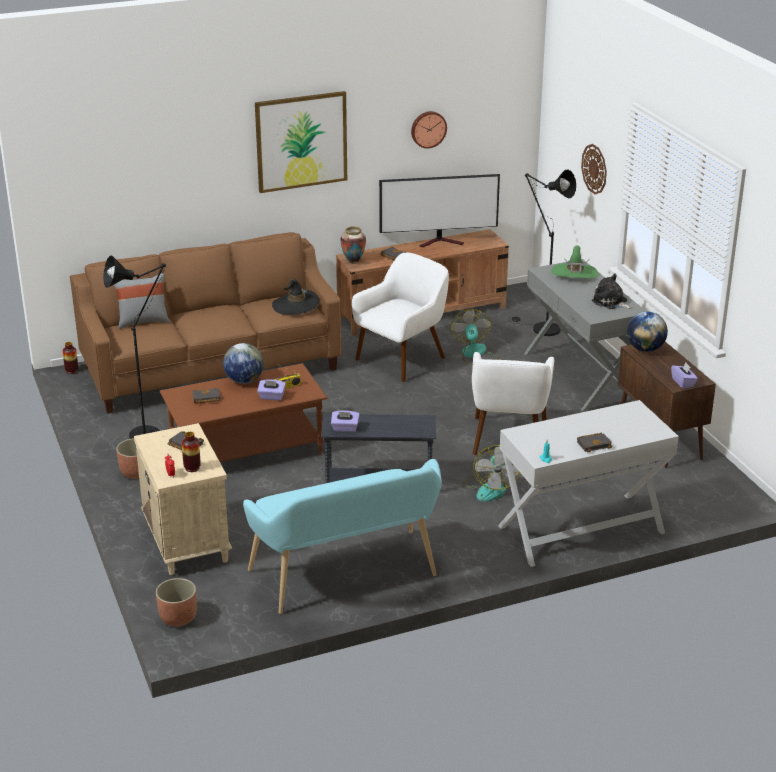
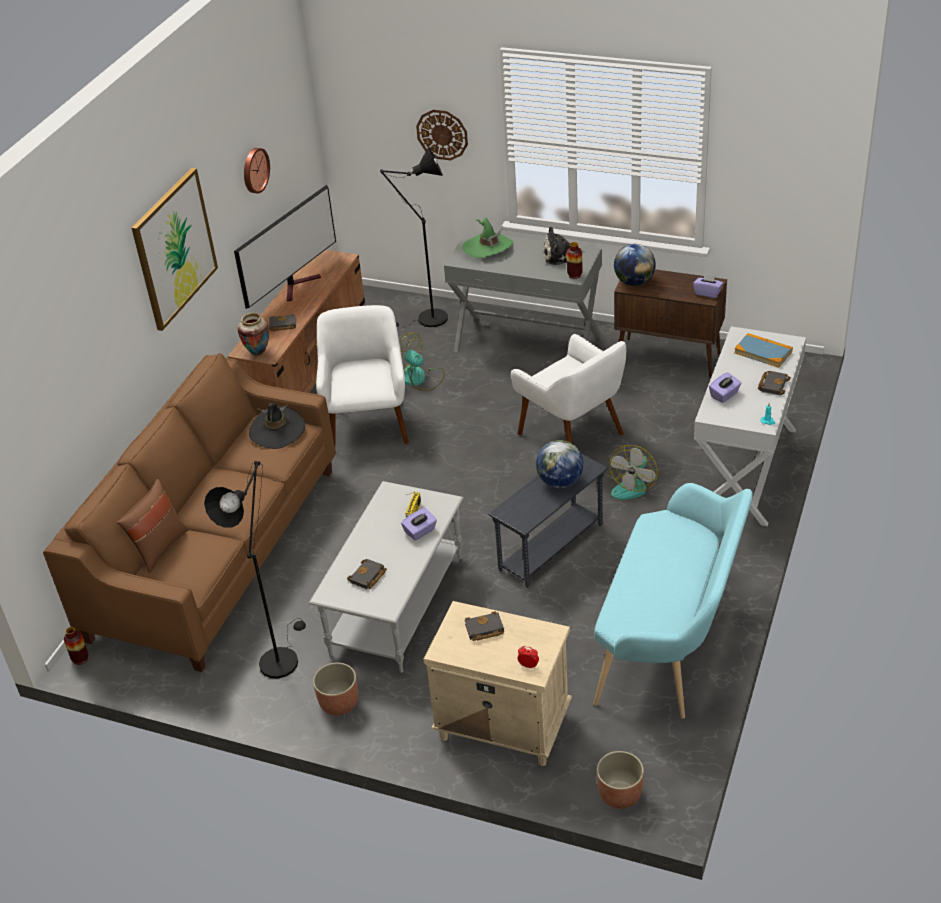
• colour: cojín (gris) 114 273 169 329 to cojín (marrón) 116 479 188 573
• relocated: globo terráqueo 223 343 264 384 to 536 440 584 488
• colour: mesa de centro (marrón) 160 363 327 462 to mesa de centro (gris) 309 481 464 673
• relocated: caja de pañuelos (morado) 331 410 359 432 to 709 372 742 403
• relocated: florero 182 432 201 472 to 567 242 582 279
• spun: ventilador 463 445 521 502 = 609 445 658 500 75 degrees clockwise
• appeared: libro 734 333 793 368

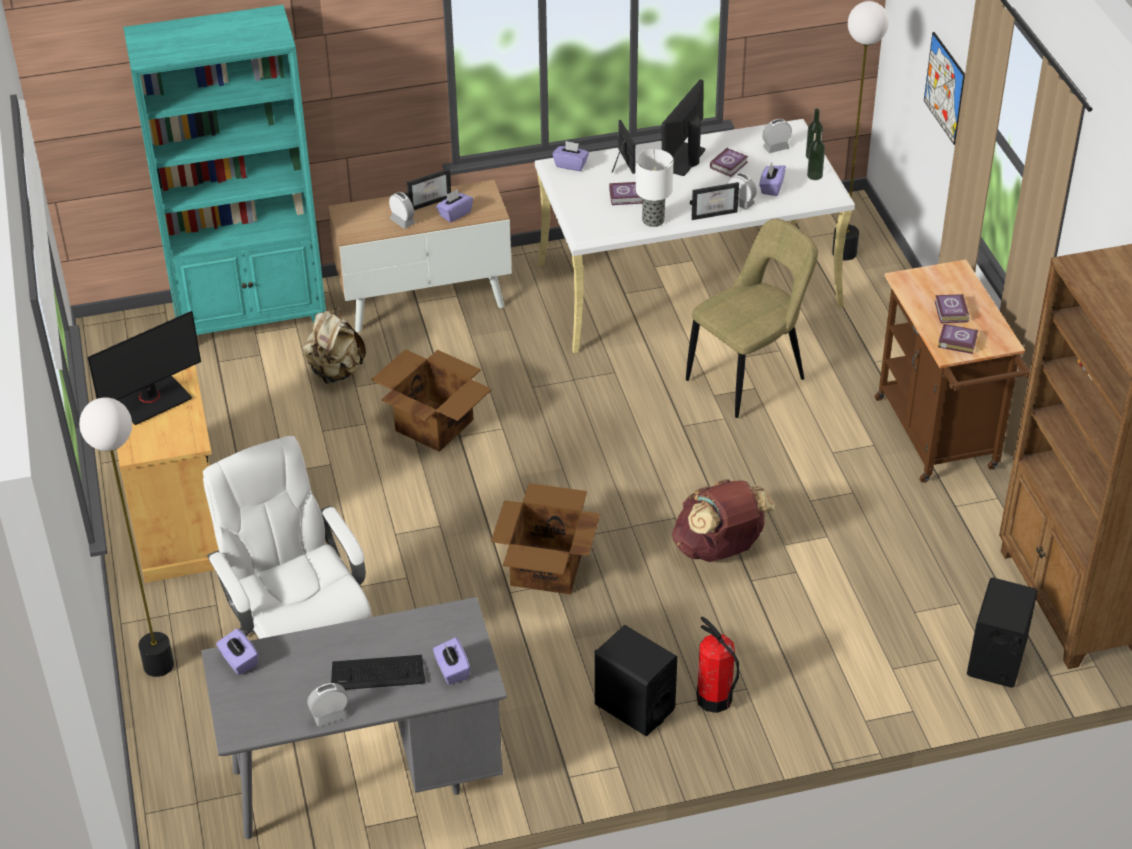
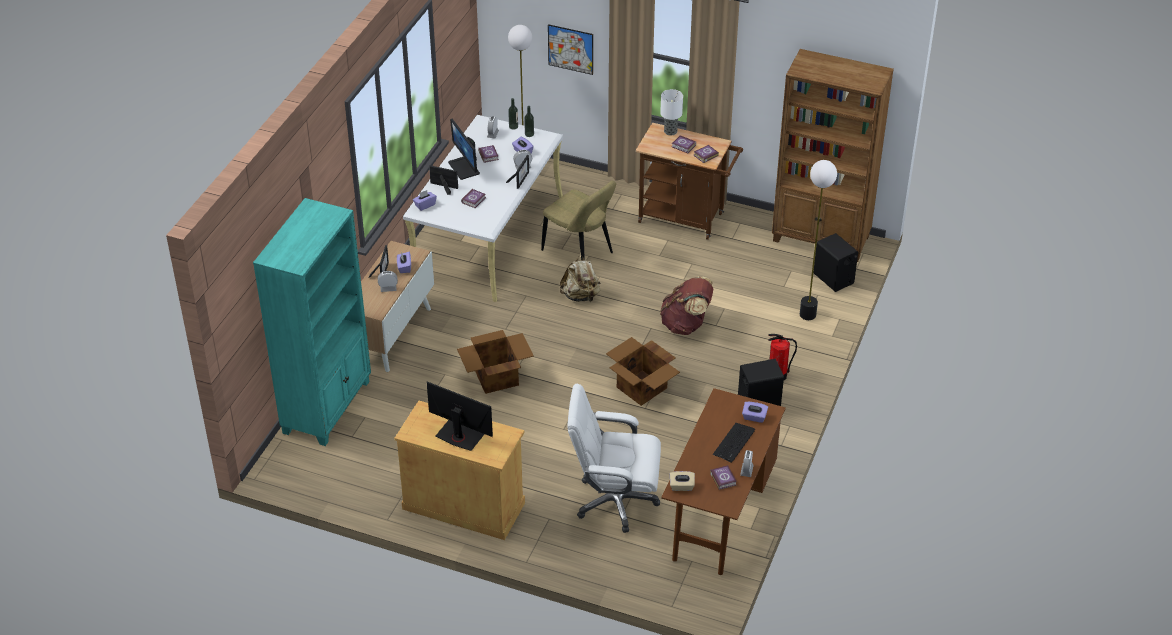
• relocated: lámpara de mesa 636 149 674 227 to 660 89 683 136
• spun: silla (beis) 686 219 818 418 = 541 180 616 260 135 degrees clockwise
• relocated: mochila (beis) 303 308 366 384 to 560 255 601 302
• spun: monitor 87 311 201 425 = 427 382 493 451 60 degrees counterclockwise
• relocated: lámpara de pie 79 397 174 677 to 800 160 837 320
• colour: escritorio (gris) 201 597 507 839 to escritorio (marrón) 661 388 786 575
• colour: caja de pañuelos (morado) 216 628 258 675 to caja de pañuelos (beis) 670 471 695 491
• appeared: libro 710 465 737 490

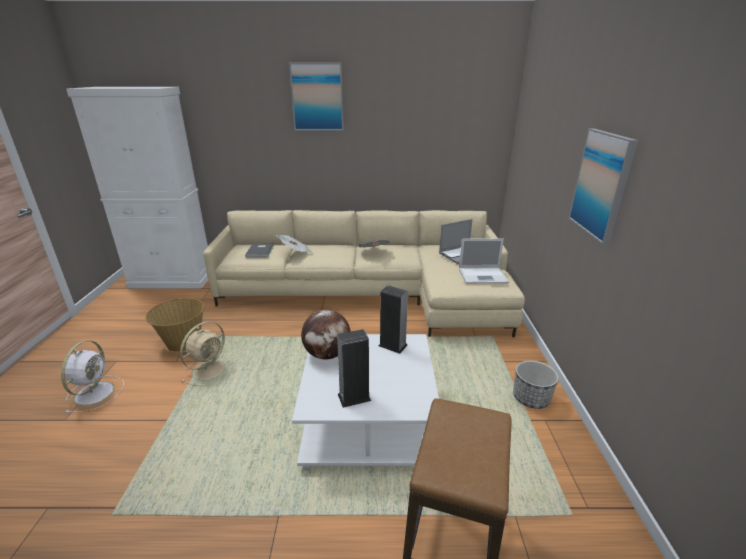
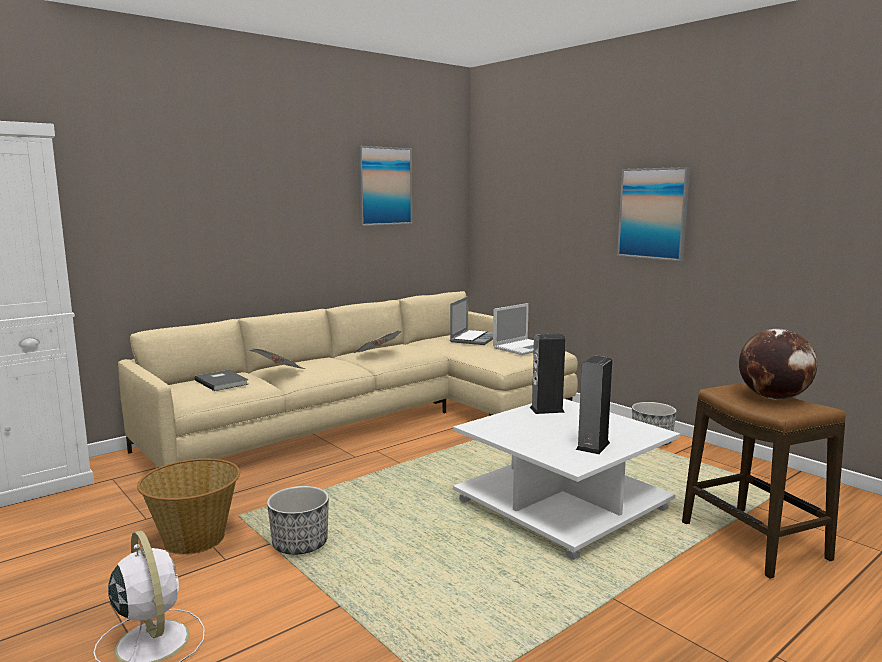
• relocated: cuadro 289 63 344 130 to 358 146 412 226
• relocated: globo terráqueo 301 310 351 360 to 739 329 817 400
• exchanged: ventilador (beis) 180 321 227 387 to maceta 267 486 329 555

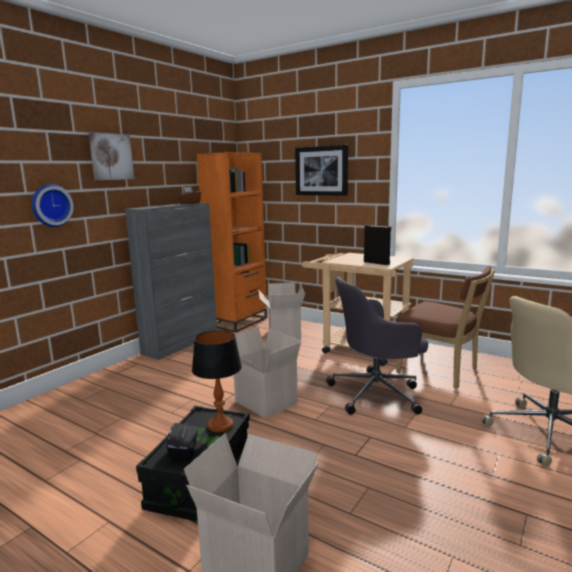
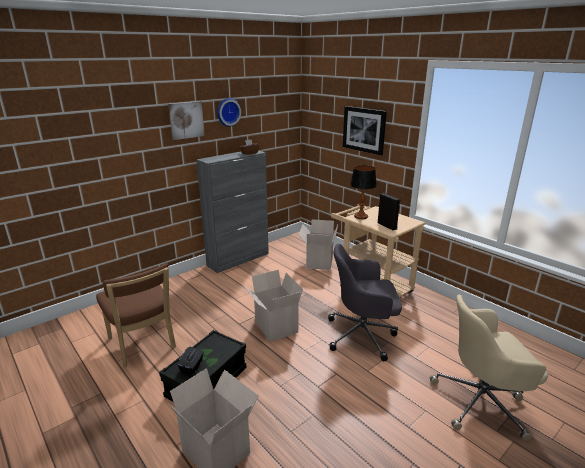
• missing: estantería (naranja) 196 152 267 333
• relocated: reloj de pared 32 184 73 227 to 217 98 241 127
• relocated: silla (marrón) 396 266 495 389 to 96 263 176 368
• relocated: lámpara de mesa 192 330 242 433 to 350 165 377 219

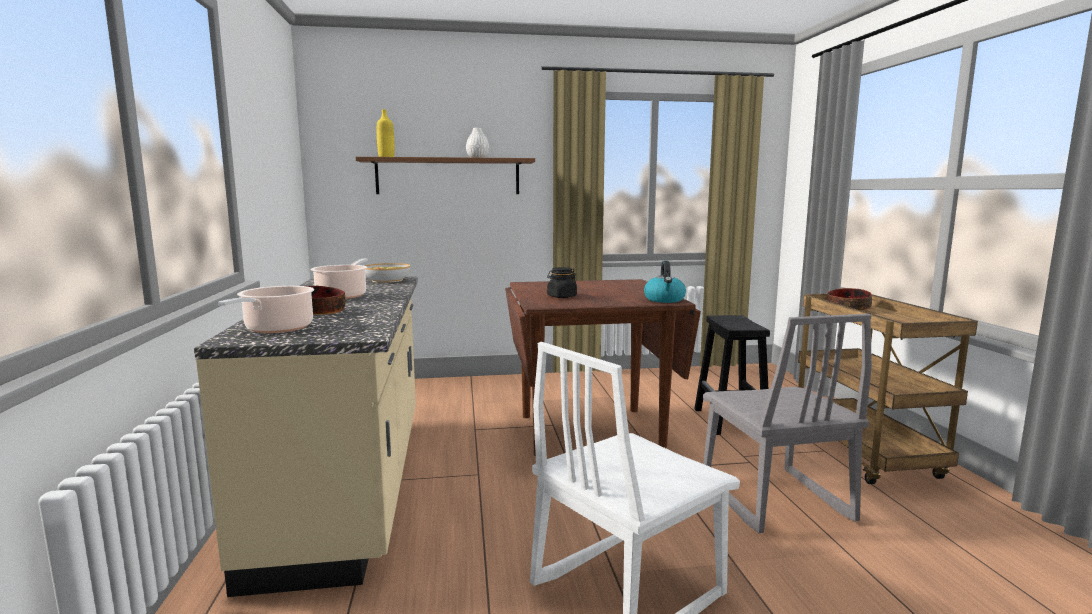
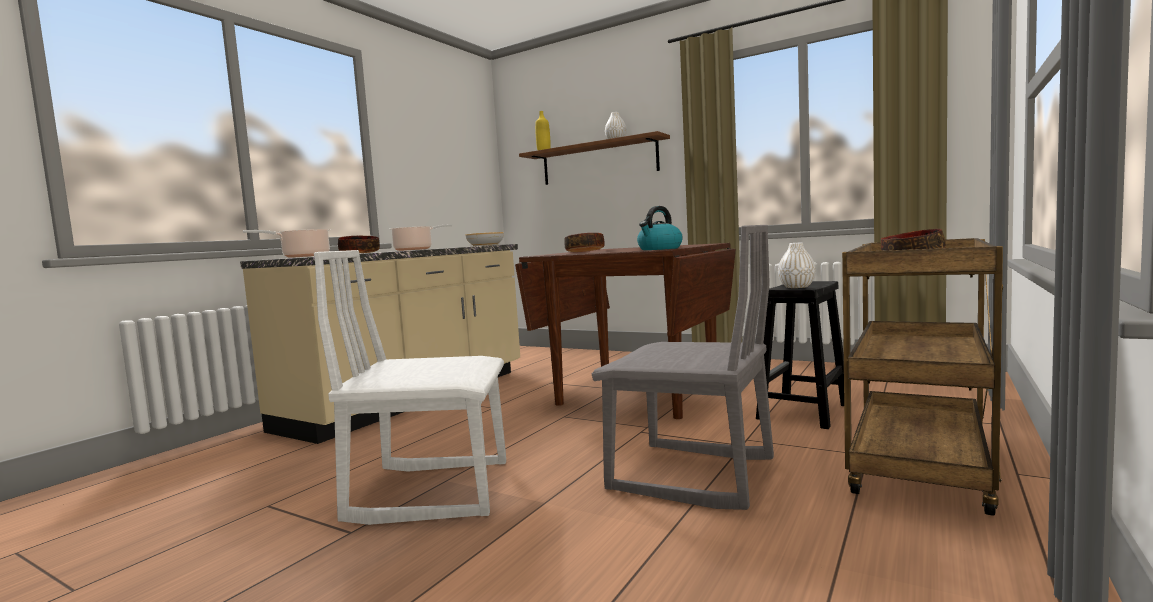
• exchanged: tarro (negro) 547 267 577 298 to cuenco 564 233 605 252
• spun: silla (gris) 703 314 872 533 = 592 225 774 510 90 degrees counterclockwise
• appeared: florero (blanco) 778 243 816 288

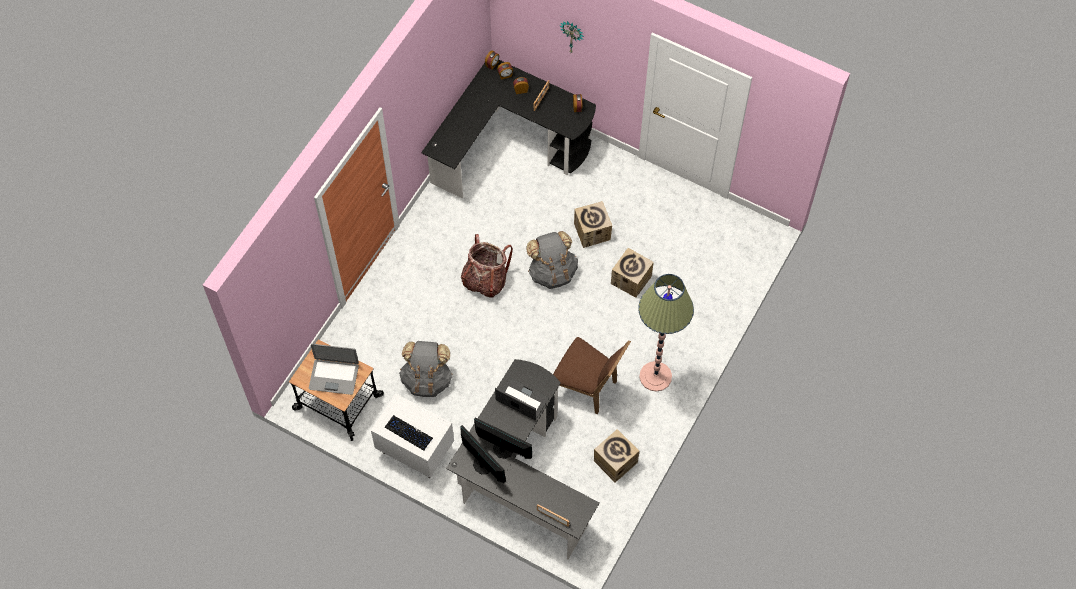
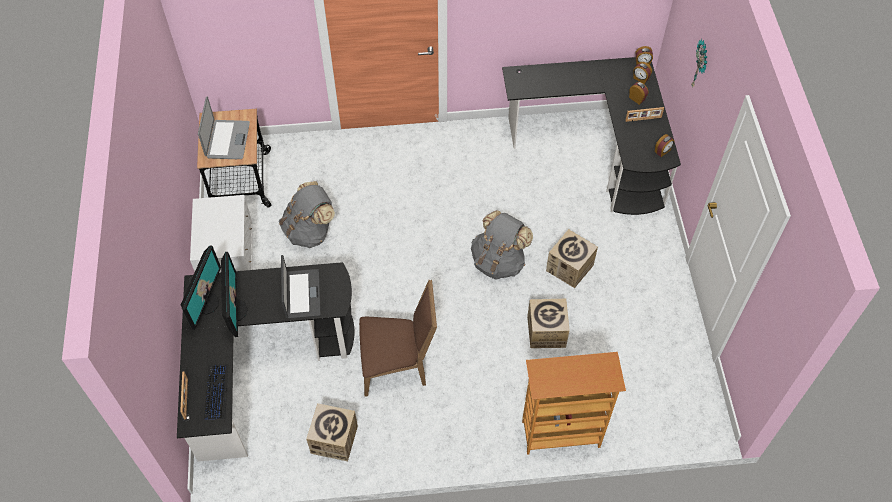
• missing: mochila 461 234 513 298
• missing: lámpara de pie 638 274 694 392
• spun: silla (marrón) 553 337 631 414 = 359 279 437 397 90 degrees counterclockwise
• spun: portátil 309 344 359 395 = 198 96 250 159 150 degrees counterclockwise
• relocated: teclado 385 415 433 451 to 204 364 228 420
• appeared: estantería 522 352 626 455

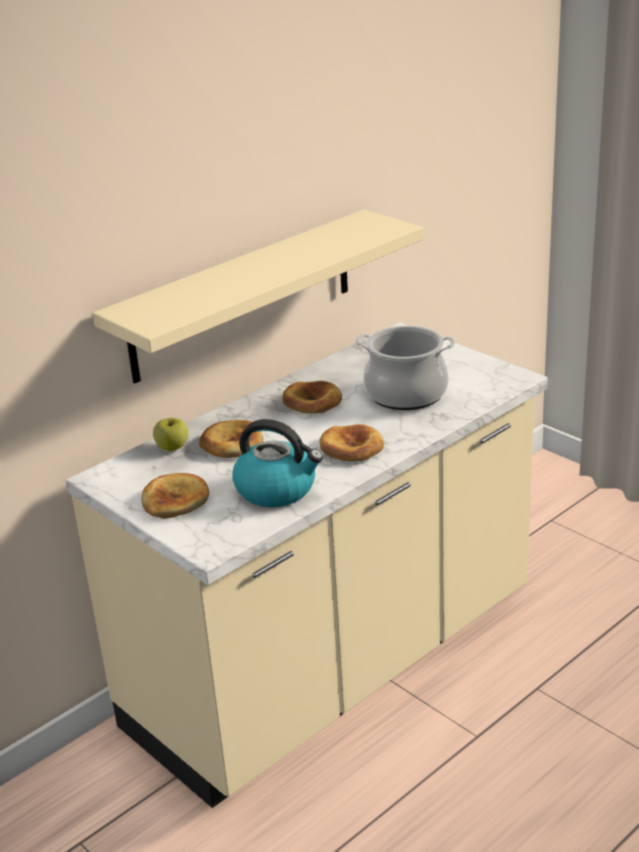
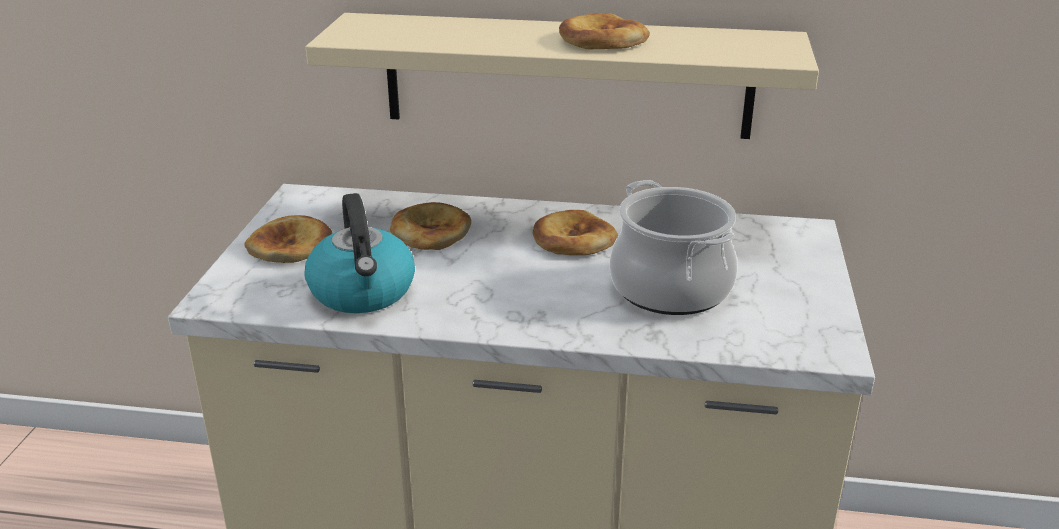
• missing: manzana 153 418 188 451
• relocated: pan 319 424 384 461 to 559 13 650 49

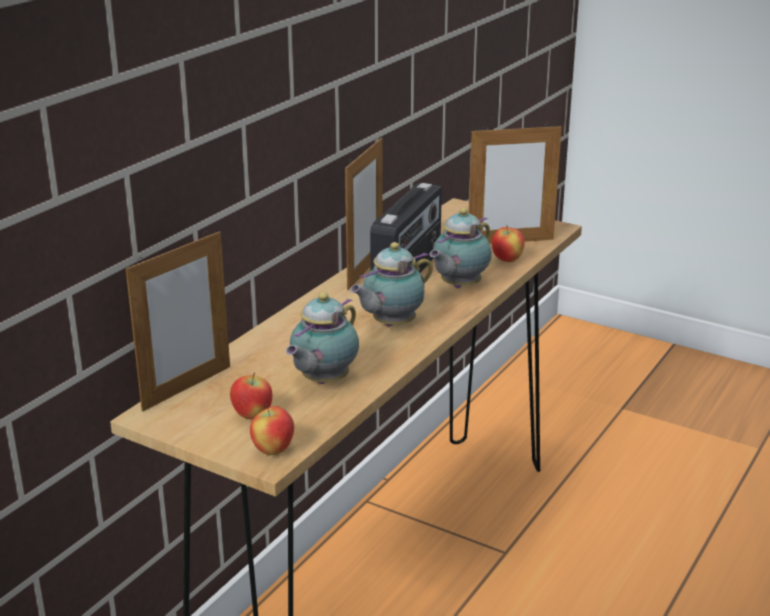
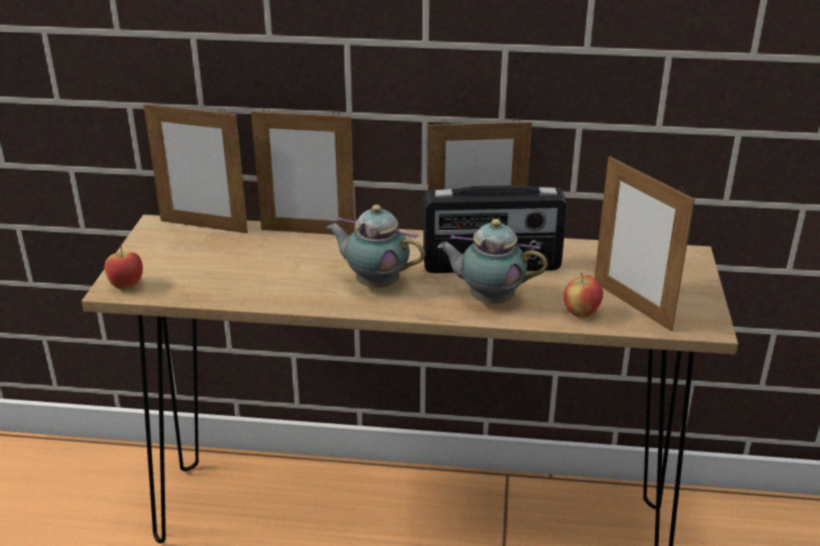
• missing: tetera 286 293 359 384
• missing: manzana 230 372 272 419
• appeared: portarretratos 251 107 355 236

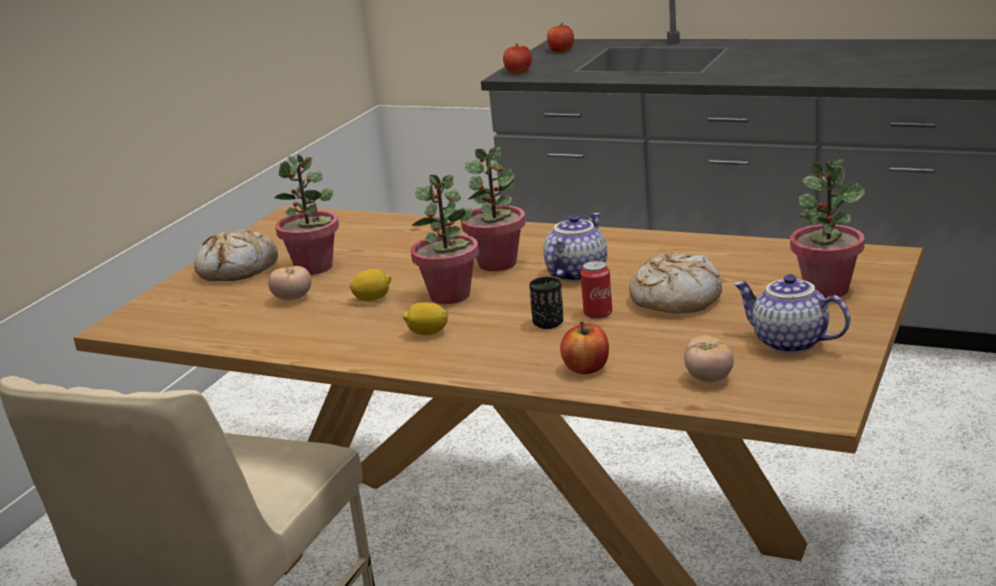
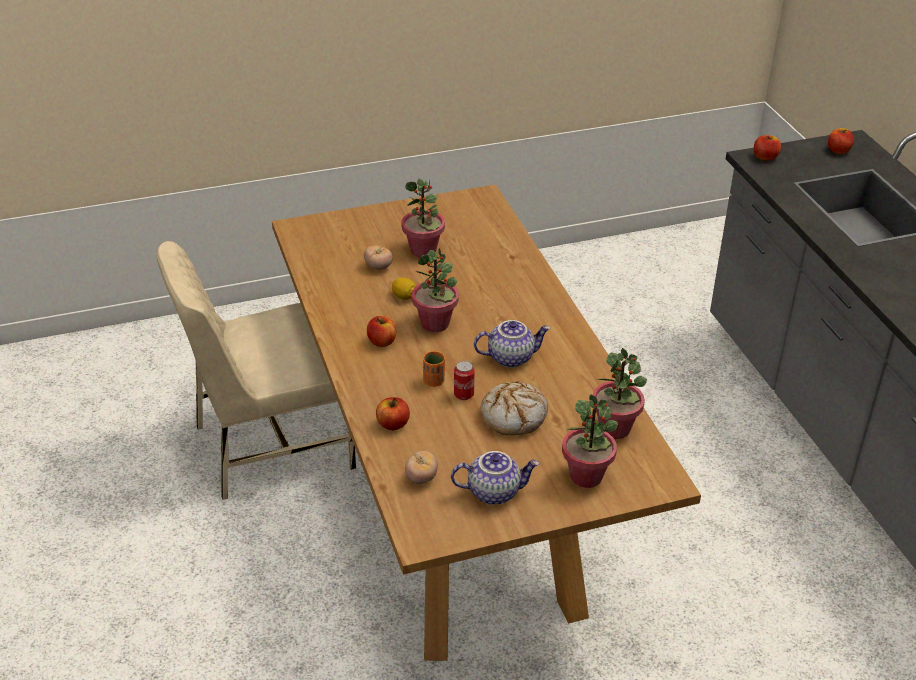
• relocated: planta en maceta 461 147 526 271 to 593 348 647 439
• missing: pan 194 230 278 281
• spun: tetera 733 274 851 354 = 451 451 539 505 90 degrees clockwise
• colour: taza (negro) 529 277 563 329 to taza (naranja) 423 351 445 387
• exchanged: limón 403 303 448 335 to manzana 367 316 396 347

